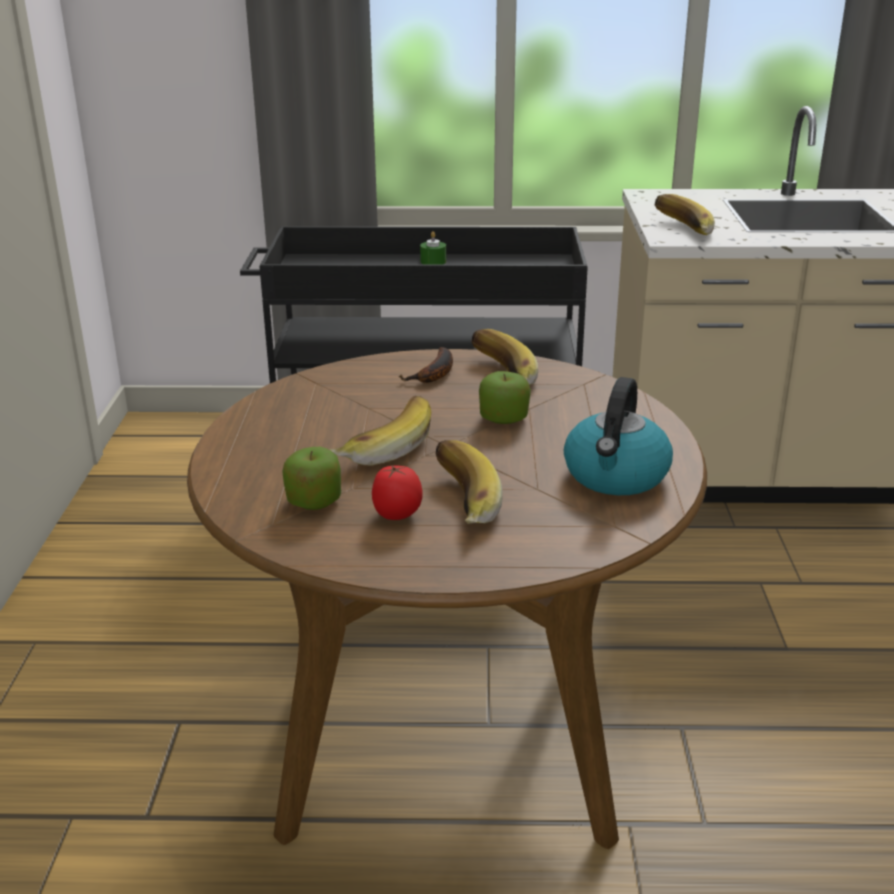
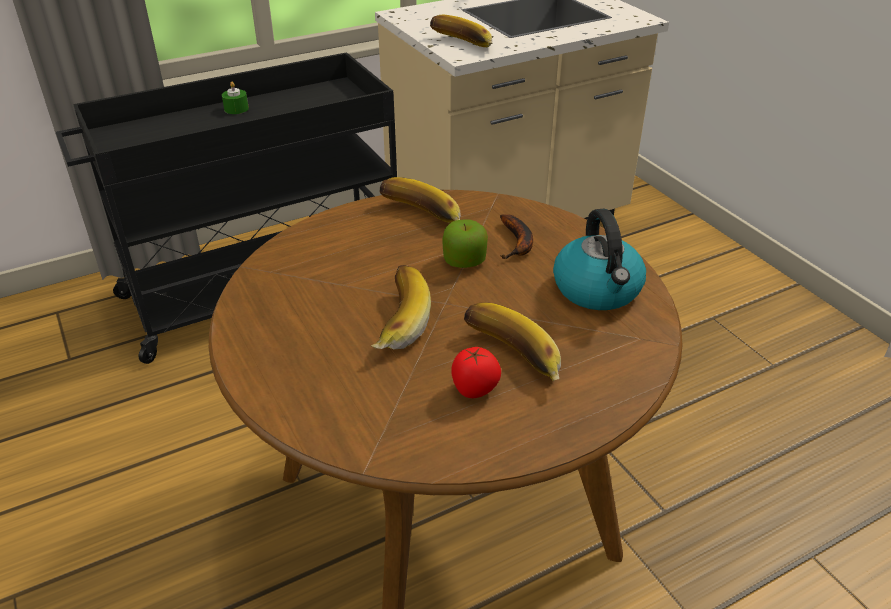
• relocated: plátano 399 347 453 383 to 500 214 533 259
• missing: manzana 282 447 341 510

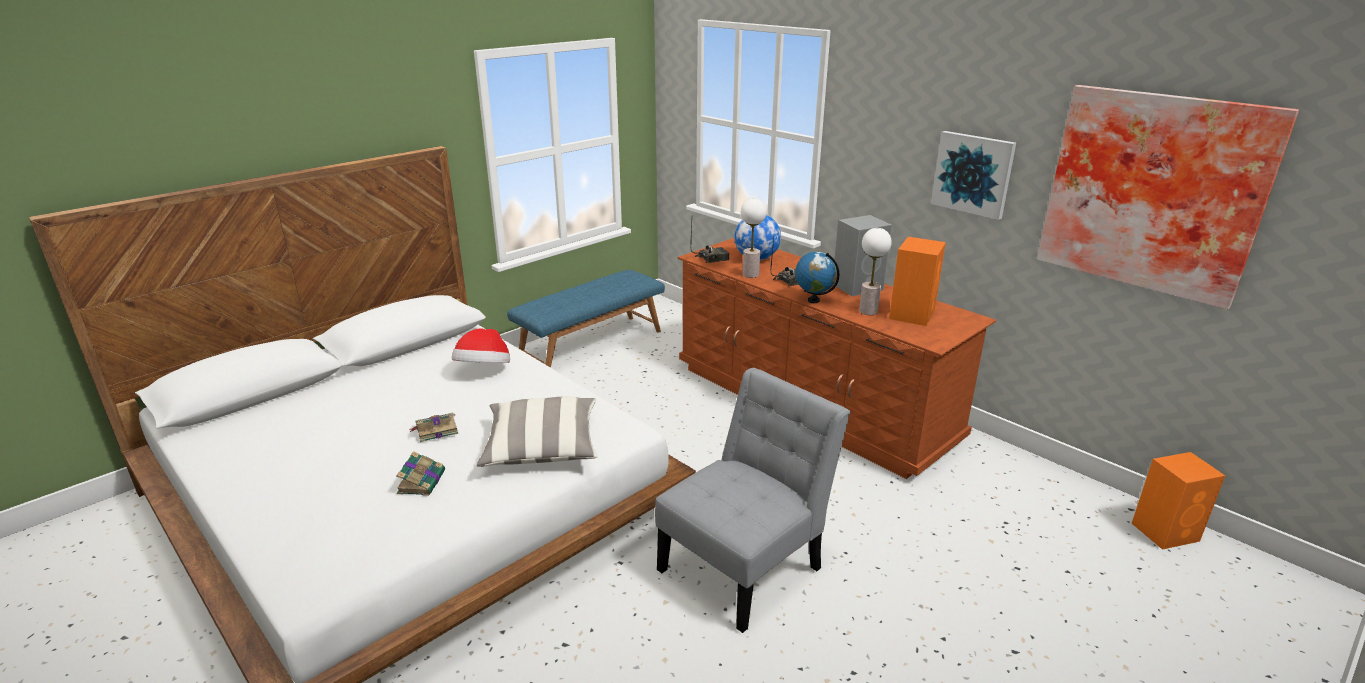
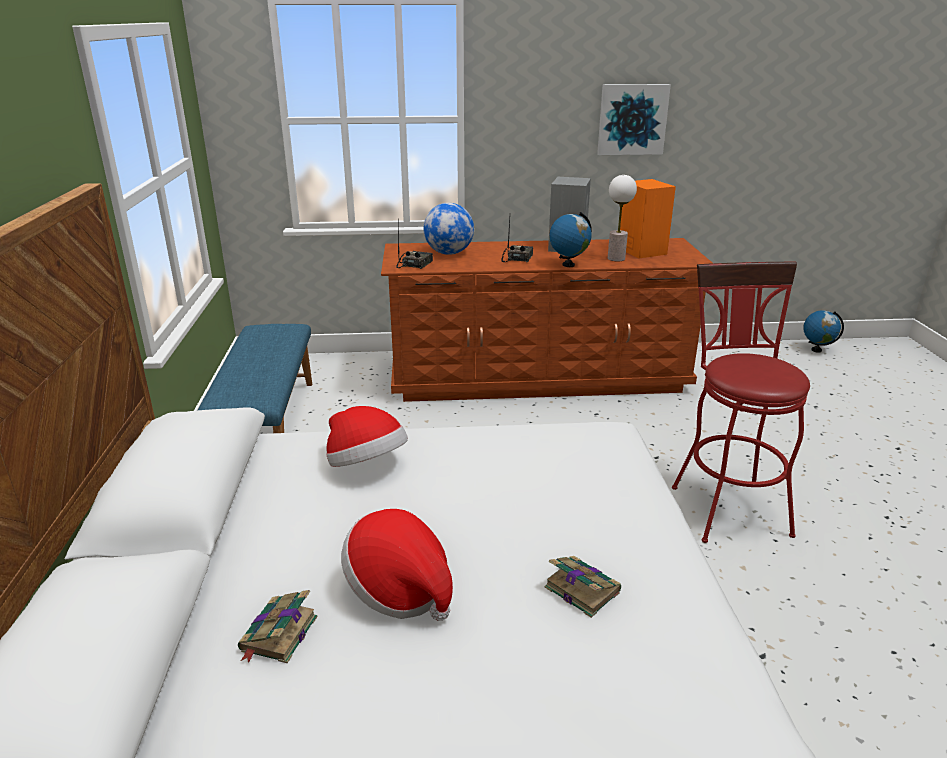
• missing: cuadro 1037 85 1299 309
• missing: lámpara de mesa 741 198 767 278
• exchanged: silla (gris) 655 368 850 633 to taburete (rojo) 672 262 810 543
• missing: cojín 477 396 597 467
• relocated: libro 410 413 458 442 to 238 590 318 663
• exchanged: altavoz (naranja) 1132 452 1225 550 to globo terráqueo 803 310 844 353
• appeared: sombrero 341 509 453 621

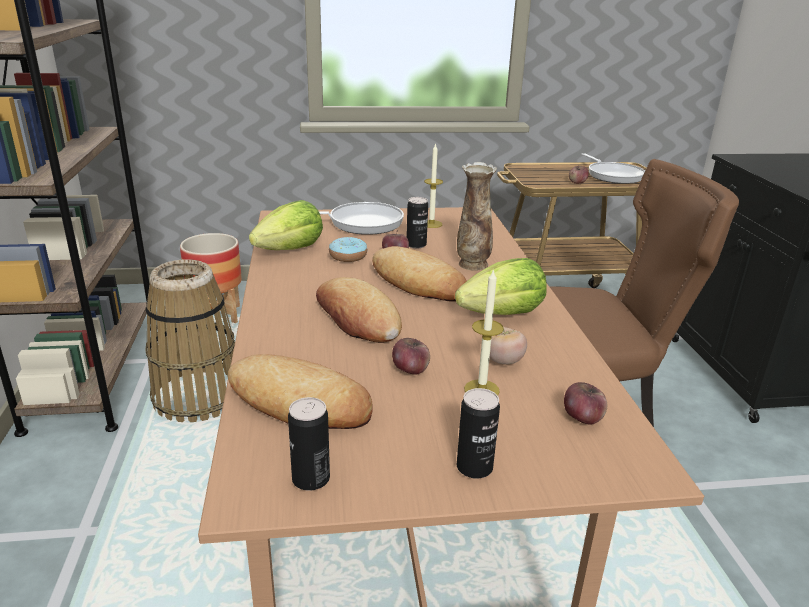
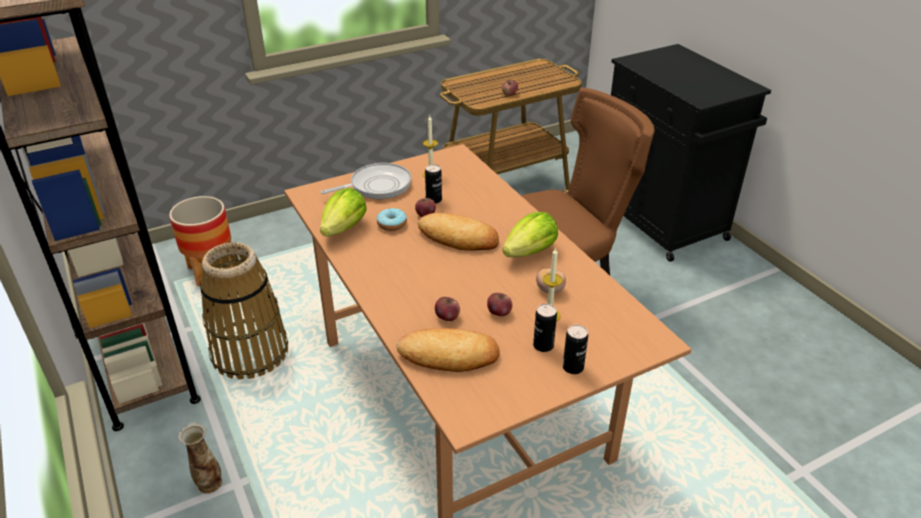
• missing: sartén 581 153 645 184
• relocated: florero 457 162 497 270 to 178 422 222 494
• missing: pan 316 277 402 343
• relocated: manzana 564 382 607 425 to 435 297 460 321
• relocated: lata 288 397 330 491 to 533 304 557 352

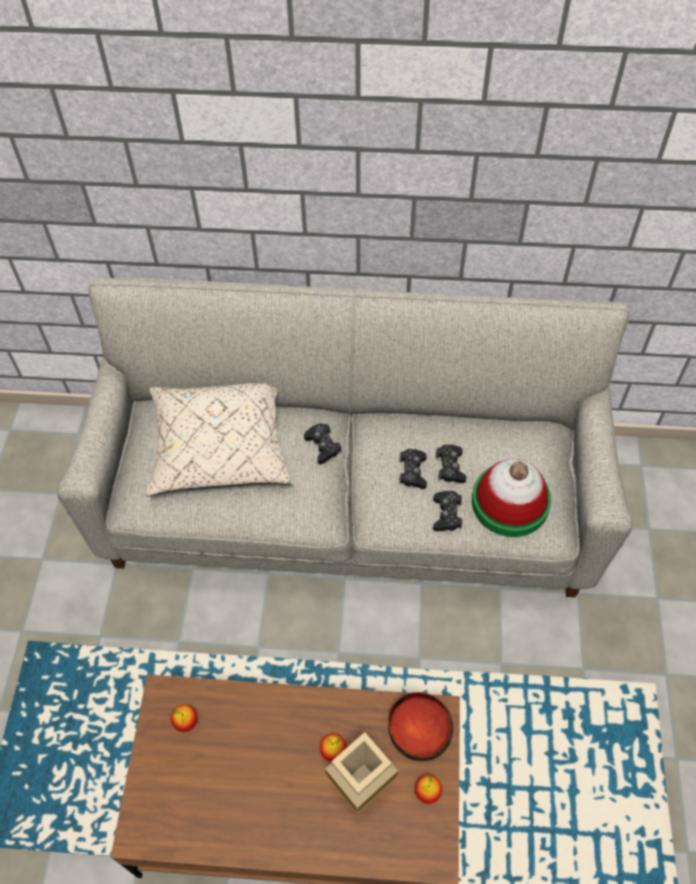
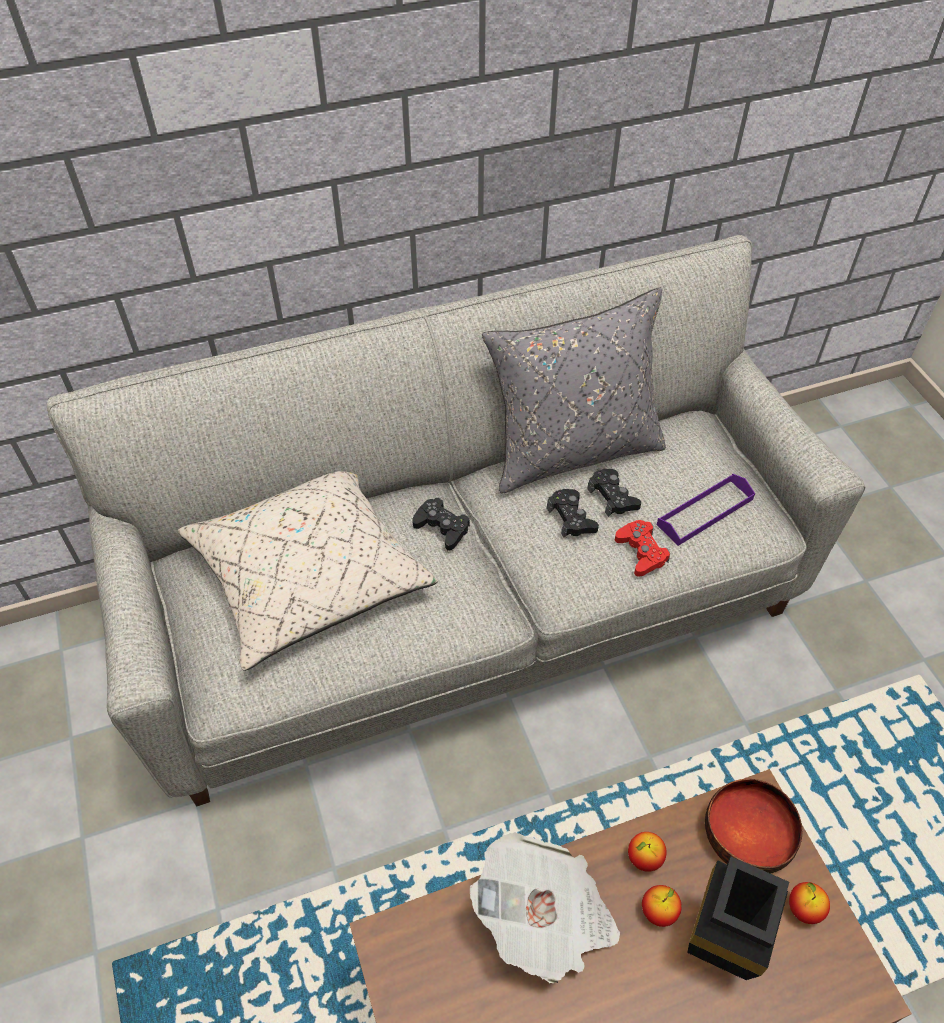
• exchanged: sombrero 472 459 551 537 to bandeja (morado) 657 474 755 546
• colour: mando de consola (negro) 433 491 462 531 to mando de consola (rojo) 615 520 670 577
• relocated: manzana 171 705 197 732 to 628 832 667 872
• colour: florero (beis) 325 732 398 814 to florero (negro) 687 857 789 980
• appeared: cojín (gris) 482 288 666 494
• appeared: periódico 470 832 620 983

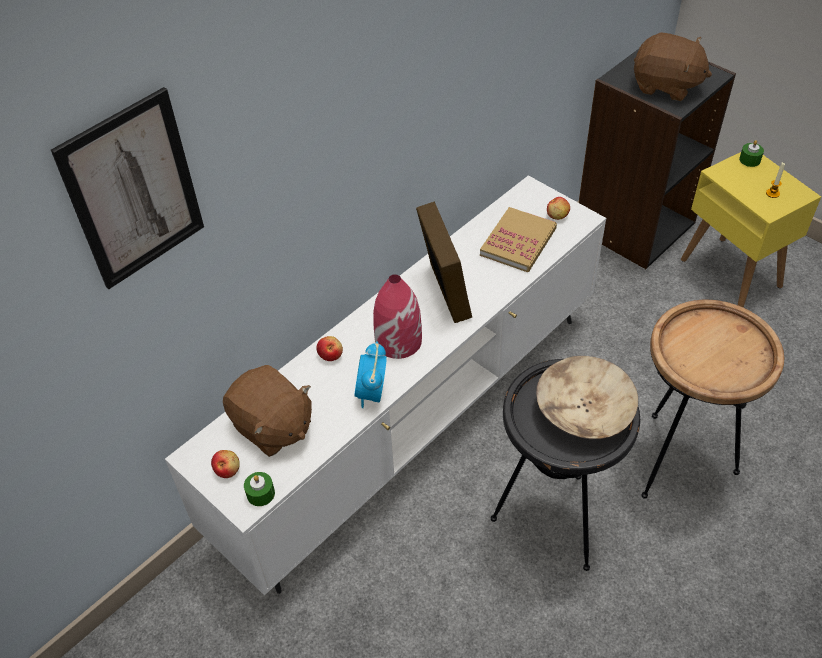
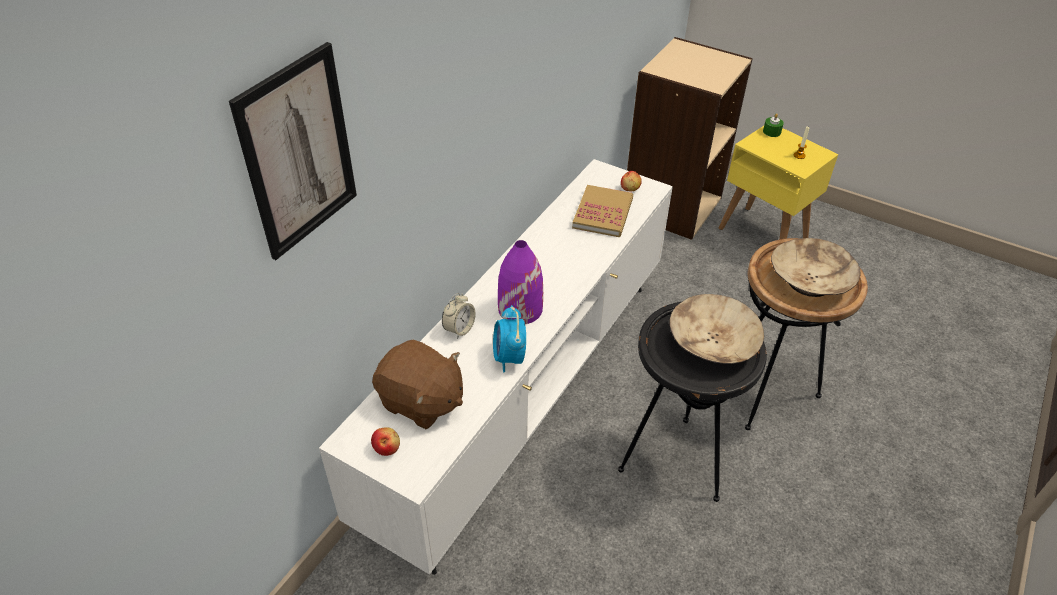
• missing: peluche (marrón) 634 32 712 101
• colour: estantería (negro) 578 49 736 269 to estantería (beis) 627 37 753 240
• missing: portarretratos 416 202 472 323
• colour: florero (rojo) 373 274 422 359 to florero (morado) 498 240 543 324
• exchanged: manzana 316 336 343 361 to despertador 442 293 476 339
• missing: vela (verde) 244 472 275 506
• appeared: cuenco (beis) 771 238 860 297

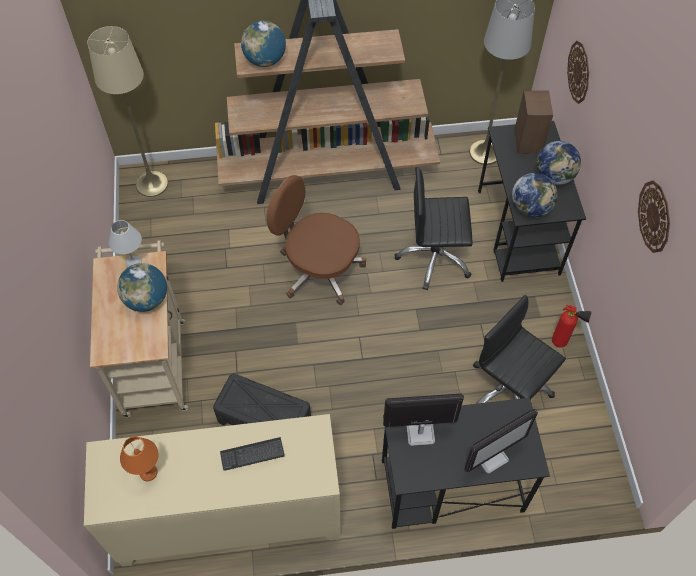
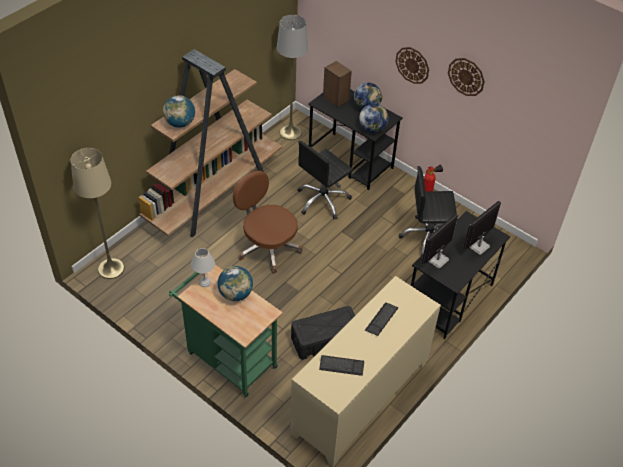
• relocated: reloj de pared 567 41 589 104 to 395 47 429 84
• spun: silla de oficina (marrón) 266 175 366 305 = 233 171 303 274 60 degrees clockwise
• colour: carrito (beis) 90 240 189 417 to carrito (verde) 169 265 283 398
• spun: monitor 464 409 538 474 = 463 201 501 255 150 degrees counterclockwise
• exchanged: lámpara de mesa (naranja) 120 436 159 481 to teclado 319 355 364 376

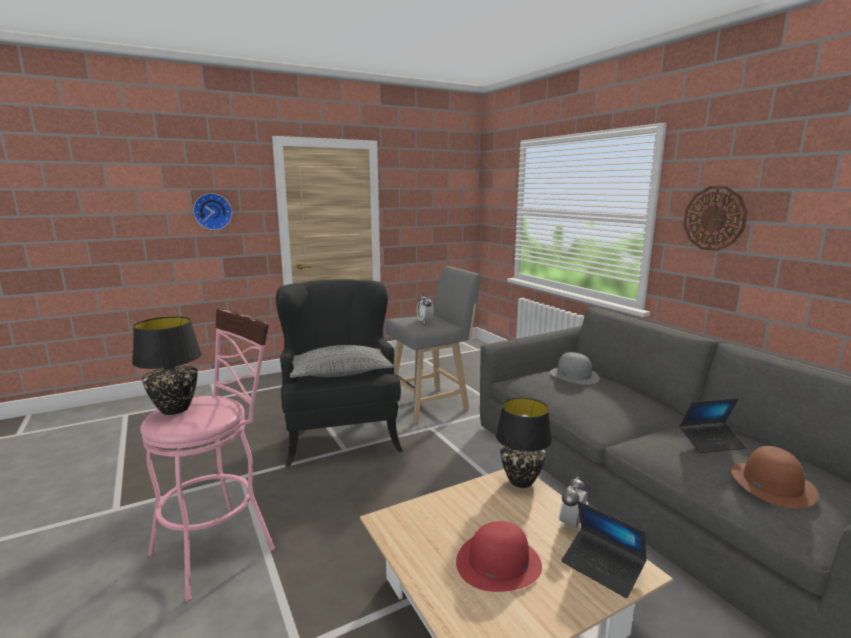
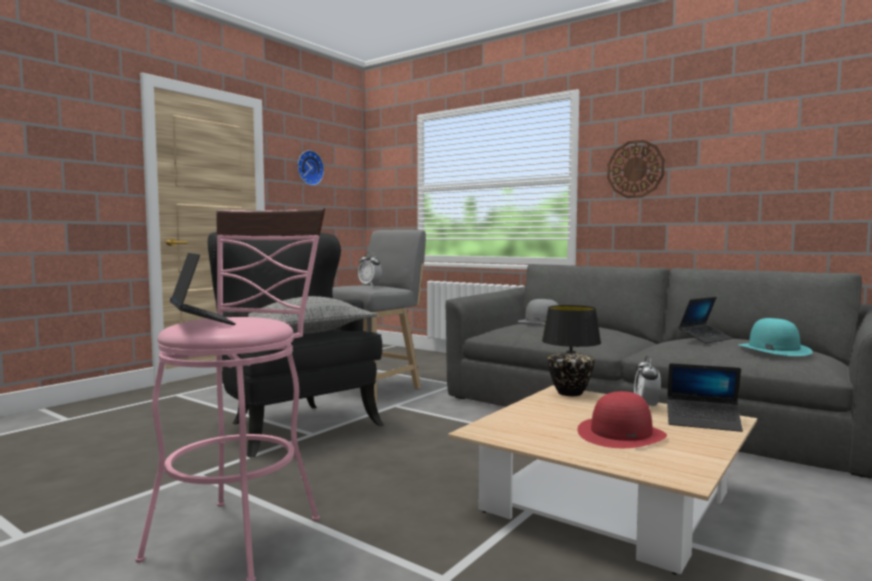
• relocated: reloj de pared 193 193 232 230 to 298 150 324 185
• exchanged: lámpara de mesa (negro) 132 316 202 415 to portátil 170 253 236 325
• colour: sombrero (marrón) 731 446 819 509 to sombrero (turquesa) 738 318 812 356

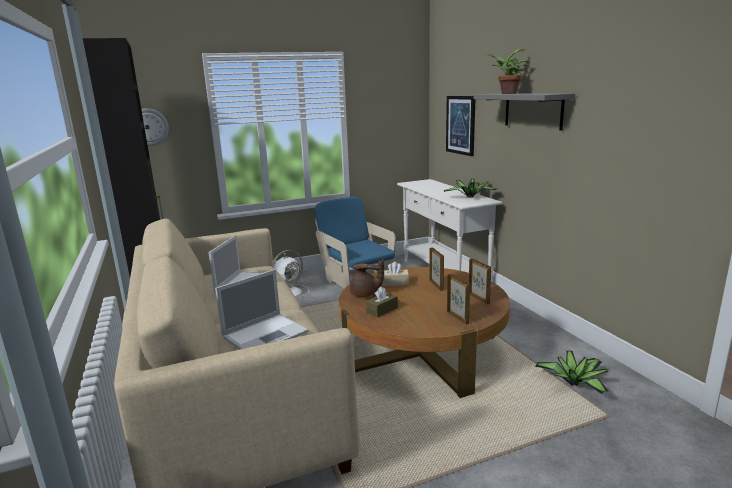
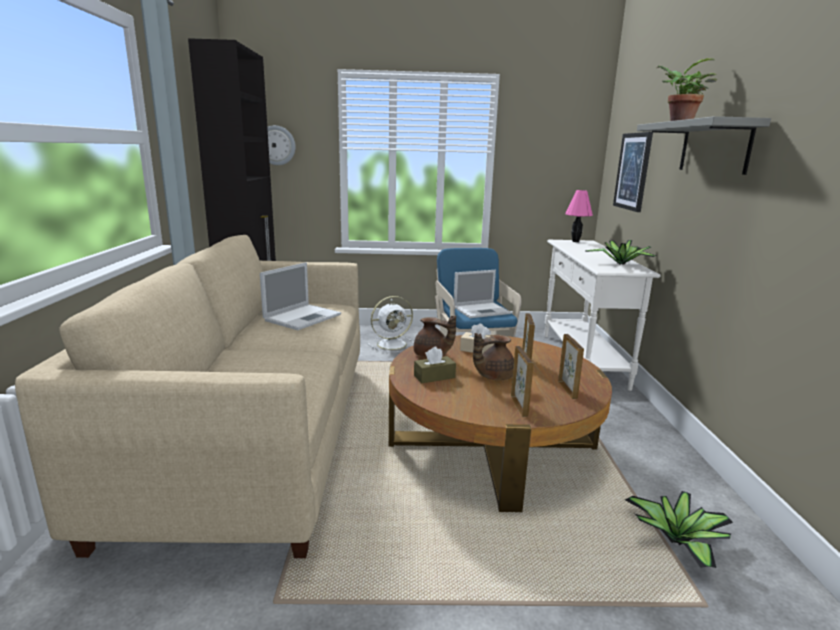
• relocated: portátil 215 269 309 350 to 454 270 511 318
• appeared: lámpara de mesa (rosa) 565 190 593 242
• appeared: tetera (marrón) 473 333 514 380

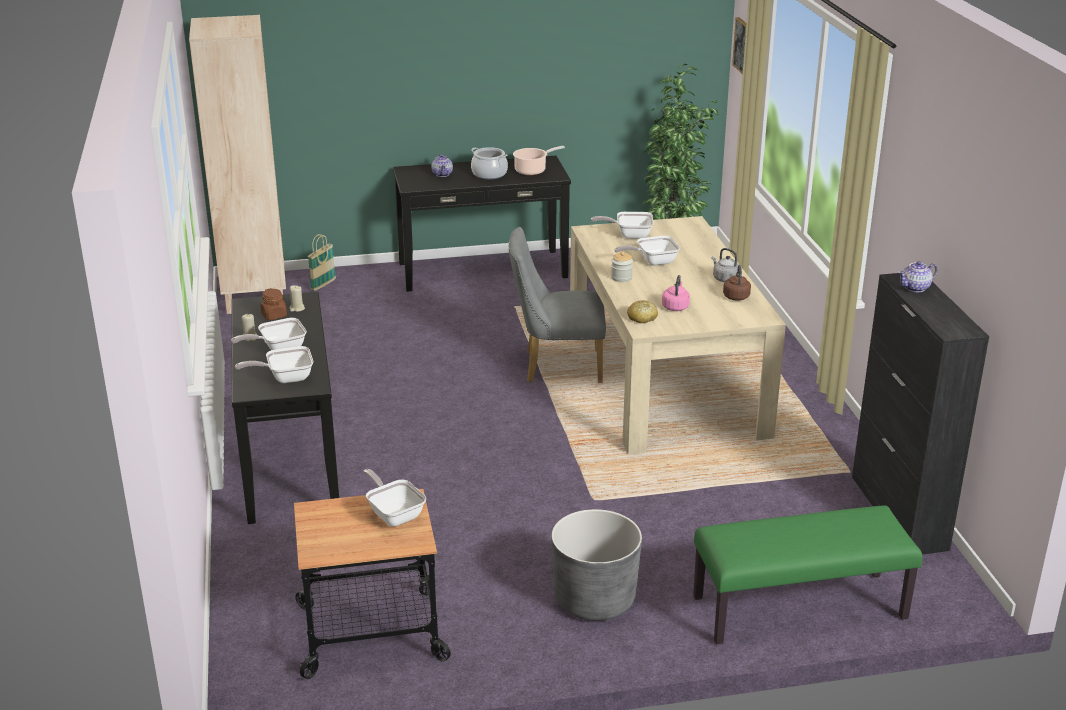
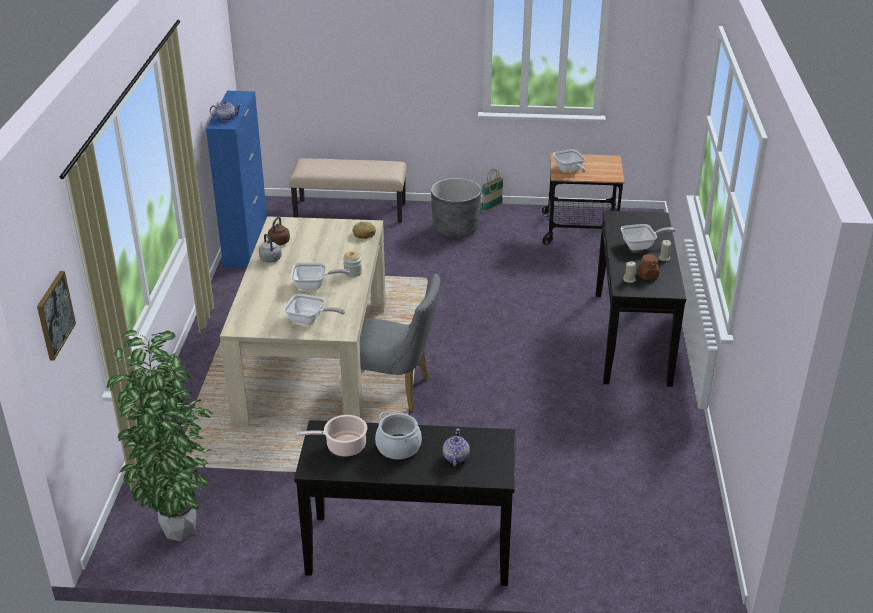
• missing: estantería (beis) 189 15 286 314
• relocated: cesta 308 234 336 291 to 481 169 504 213
• colour: armario (negro) 852 273 989 554 to armario (azul) 206 91 267 268
• missing: hervidor (rosa) 662 275 690 311
• missing: sartén 235 346 313 383
• colour: banco (verde) 693 505 923 644 to banco (beis) 289 158 407 223

